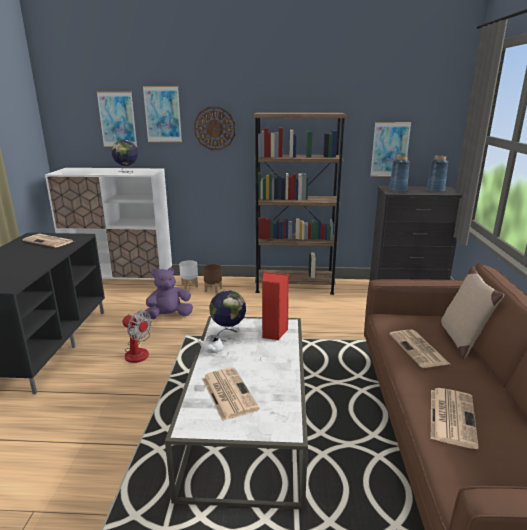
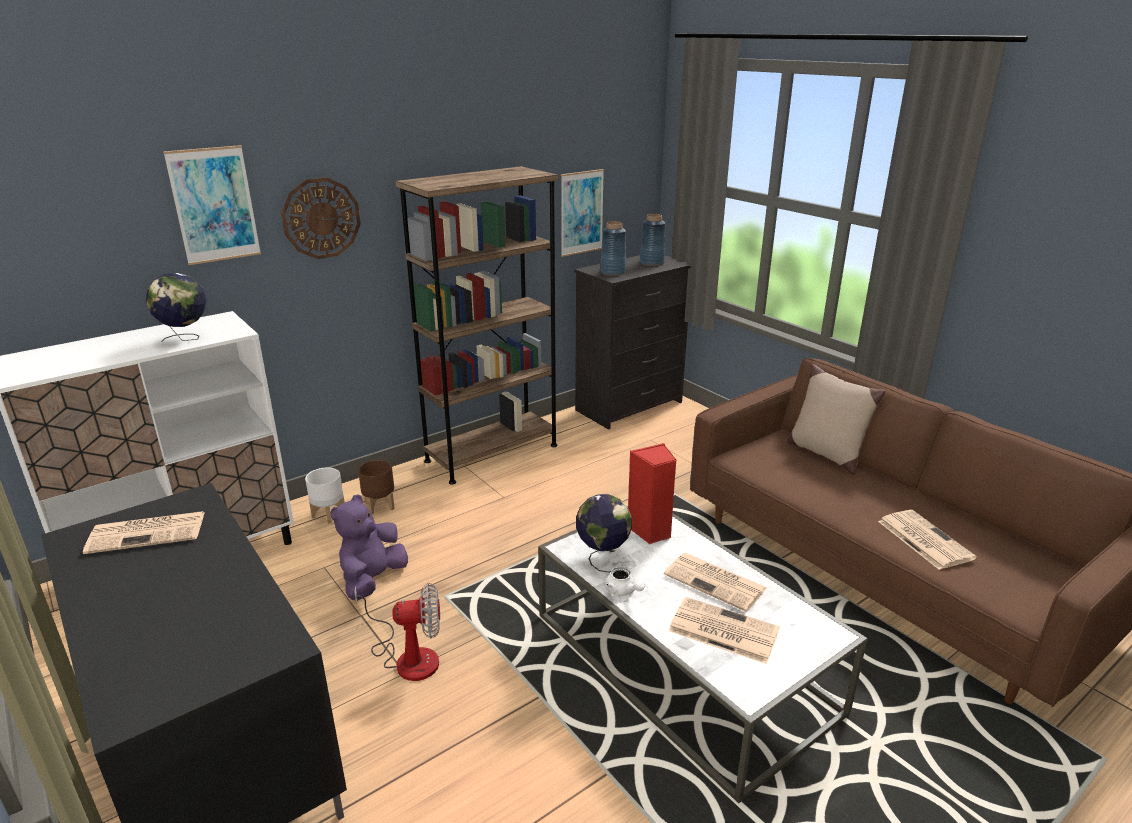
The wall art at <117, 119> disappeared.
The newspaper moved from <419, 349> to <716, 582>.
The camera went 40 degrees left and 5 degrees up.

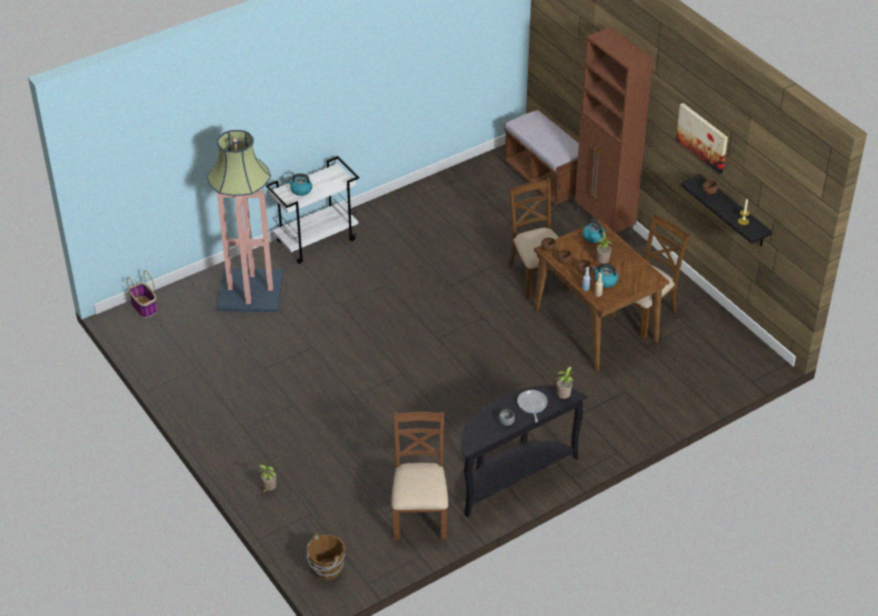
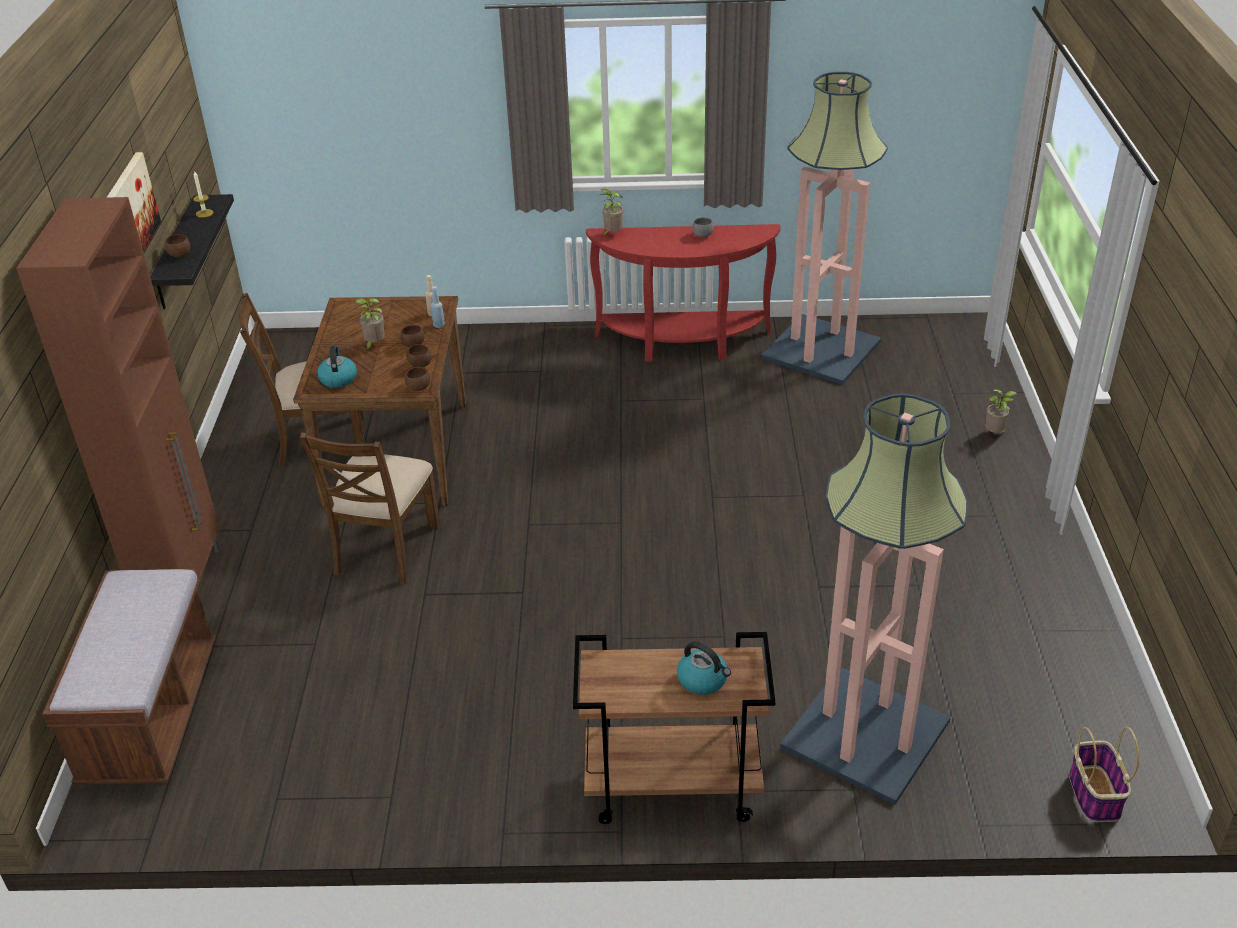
The white-coloured cart at <316, 240> became the brownish cart at <671, 787>.
The brownish water bucket at <326, 569> disappeared.
The brownish plain chair at <420, 514> was replaced by the standing lamp at <820, 350>.
The blackish hall table at <512, 476> became the red-coloured hall table at <683, 345>.
The frying pan at <532, 405> disappeared.
The kettle at <605, 281> disappeared.
The camera went 145 degrees left and 5 degrees down.

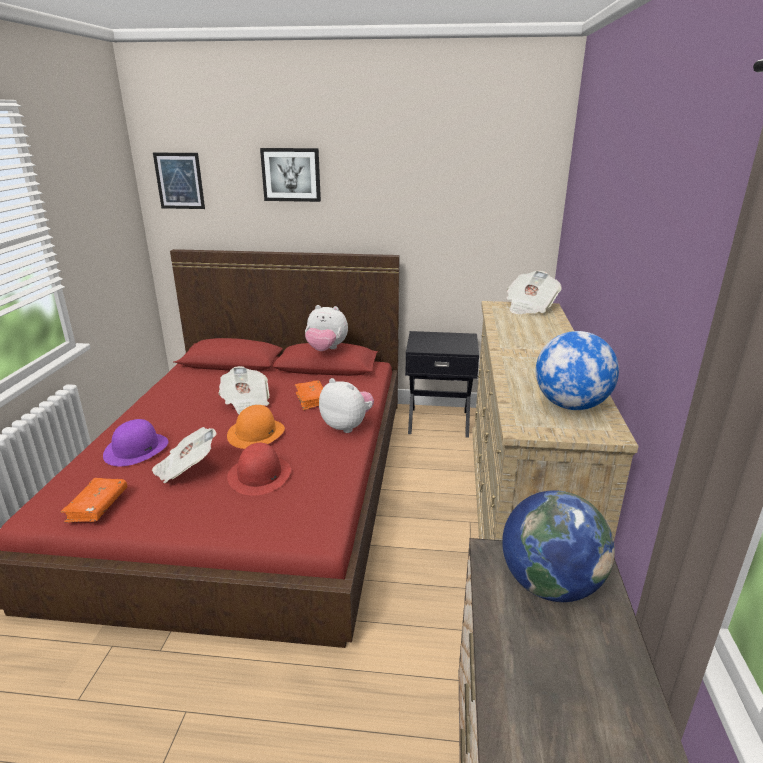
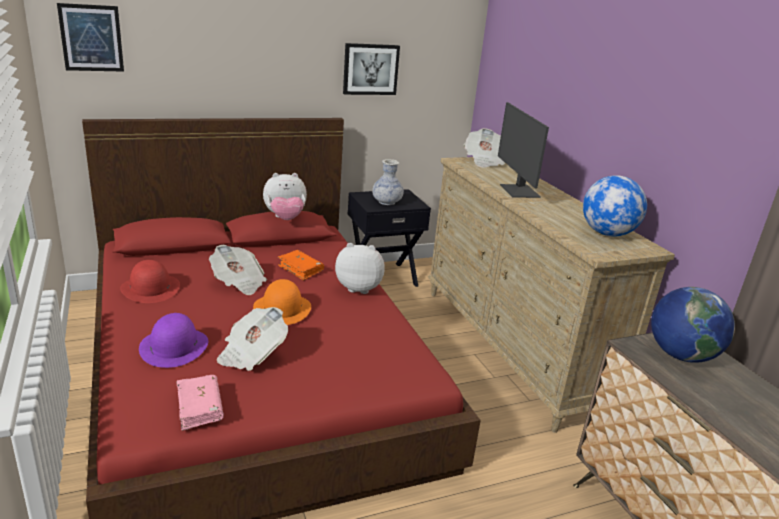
The orange-coloured volume at <97, 506> became the pink volume at <200, 408>.
The red-coloured clothing hat moved from <259, 475> to <150, 288>.
The wall art moved from <291, 174> to <370, 69>.
The decorative vase at <387, 202> appeared.
The computer screen at <518, 191> appeared.
The camera went 30 degrees left and 0 degrees up.

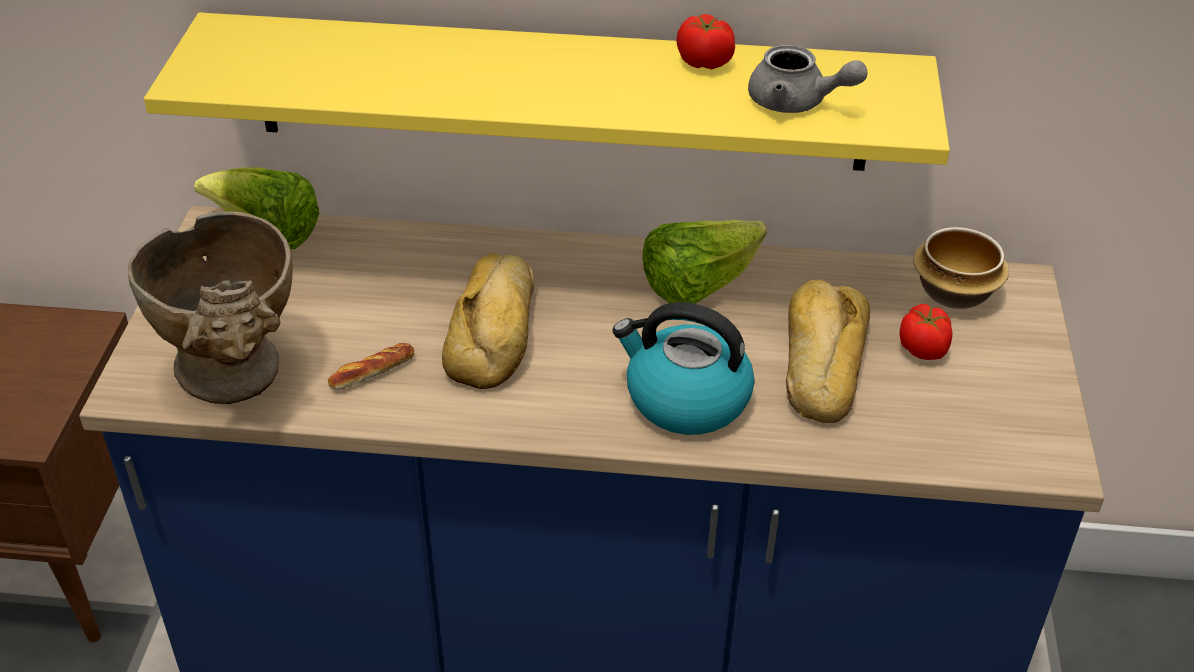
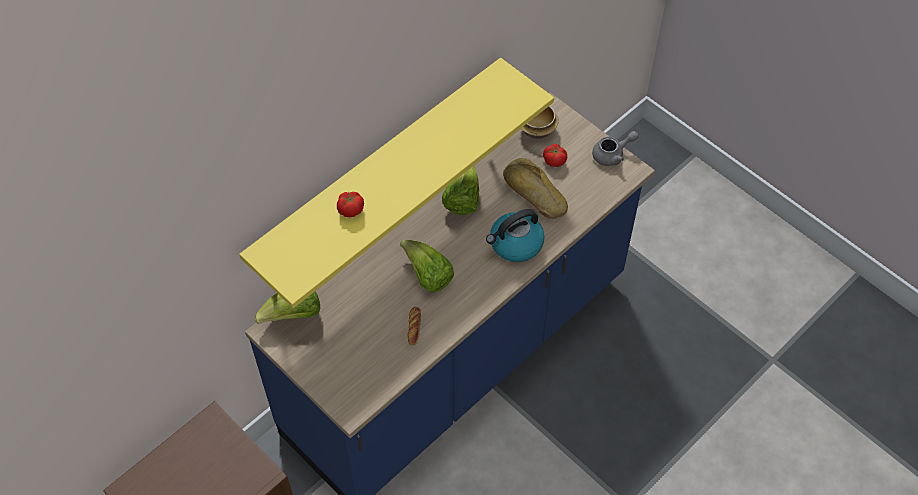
The sand-coloured decorative vase at <238, 379> disappeared.
The bakery bread at <496, 330> was replaced by the lettuce at <427, 275>.
The tomato moved from <704, 62> to <350, 210>.
The gray tea pot moved from <796, 103> to <612, 155>.
The camera went 50 degrees left and 15 degrees up.

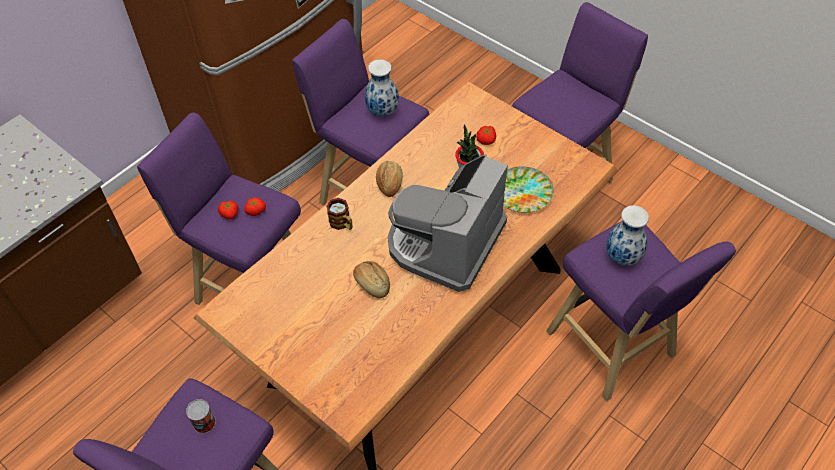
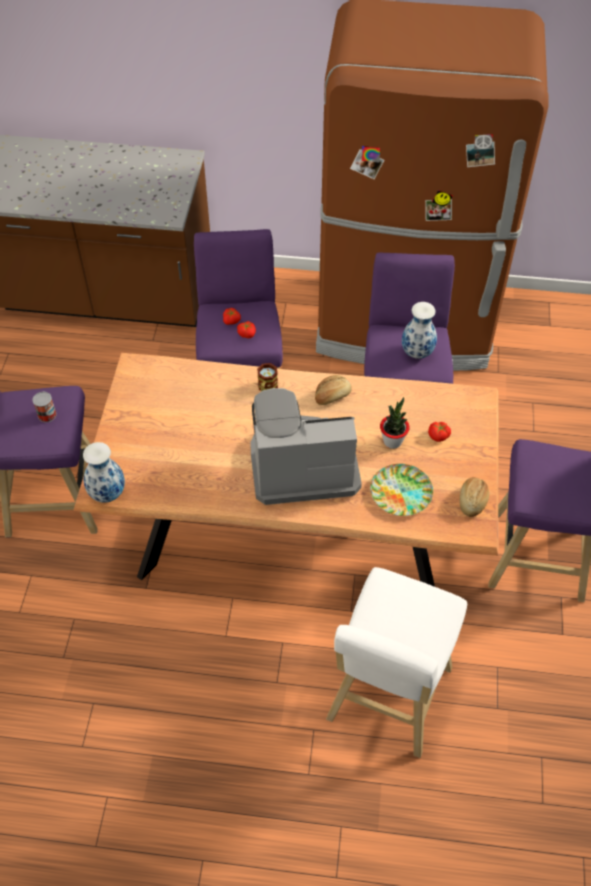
The bakery bread moved from <372, 284> to <472, 501>.
The purple-coloured stool seat at <613, 348> became the white-coloured stool seat at <387, 699>.
The decorative vase moved from <623, 257> to <108, 494>.
The camera went 55 degrees right and 0 degrees up.

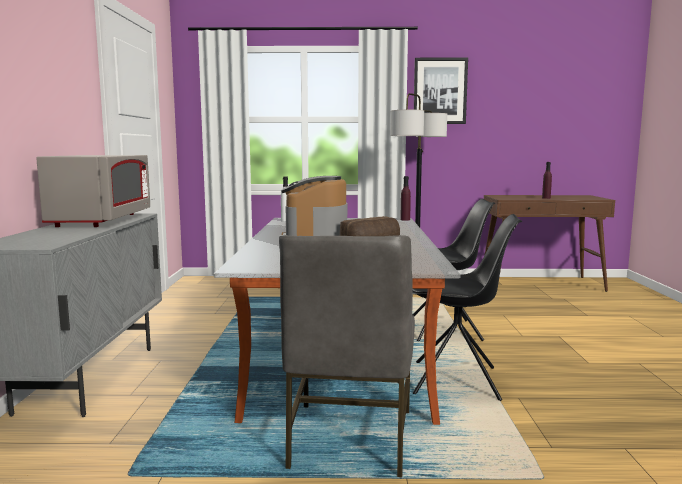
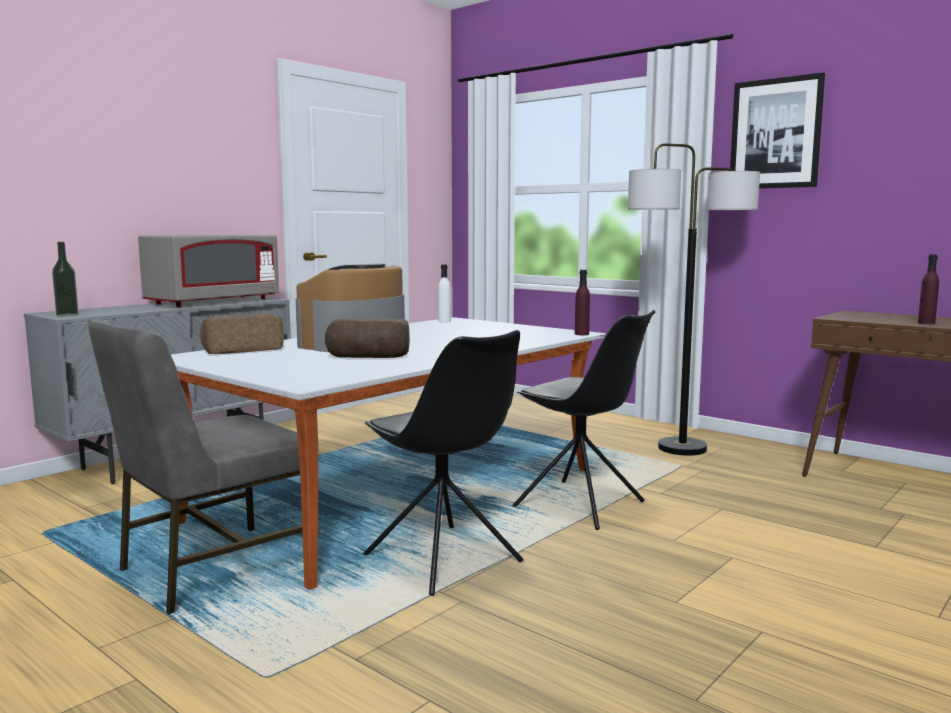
The drink bottle at <67, 315> appeared.
The bakery bread at <242, 350> appeared.
The camera went 40 degrees right and 0 degrees up.

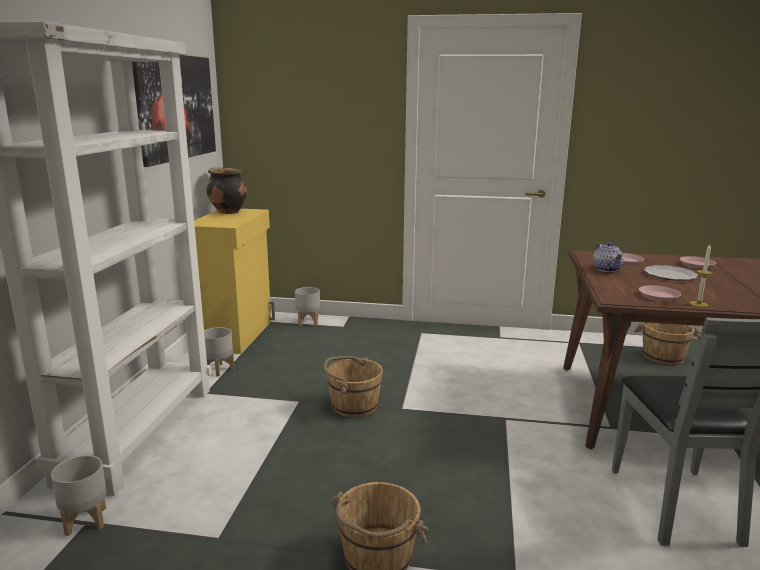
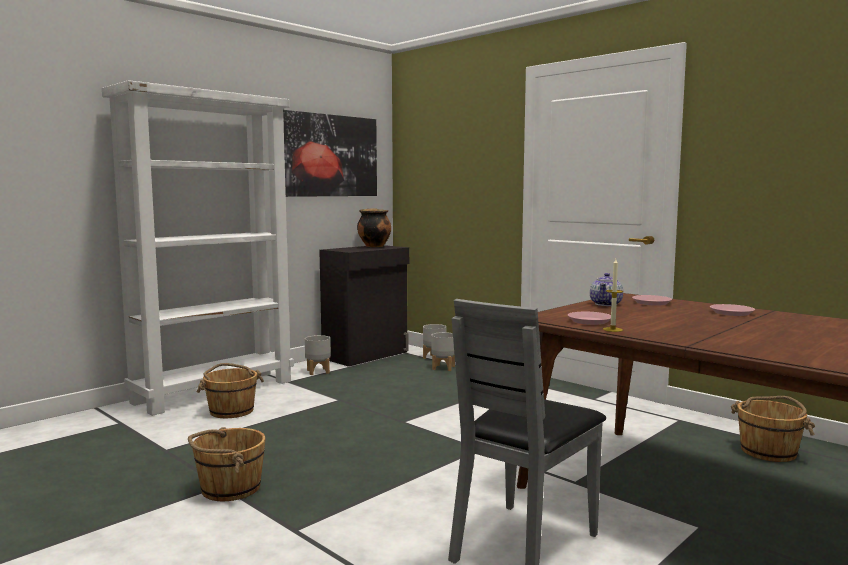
The gray planter moved from <85, 521> to <443, 368>.
The yellow cupboard at <237, 334> became the blackish cupboard at <367, 355>.
The brownish water bucket moved from <353, 405> to <231, 411>.
The plate at <670, 275> disappeared.
The camera went 35 degrees right and 10 degrees down.

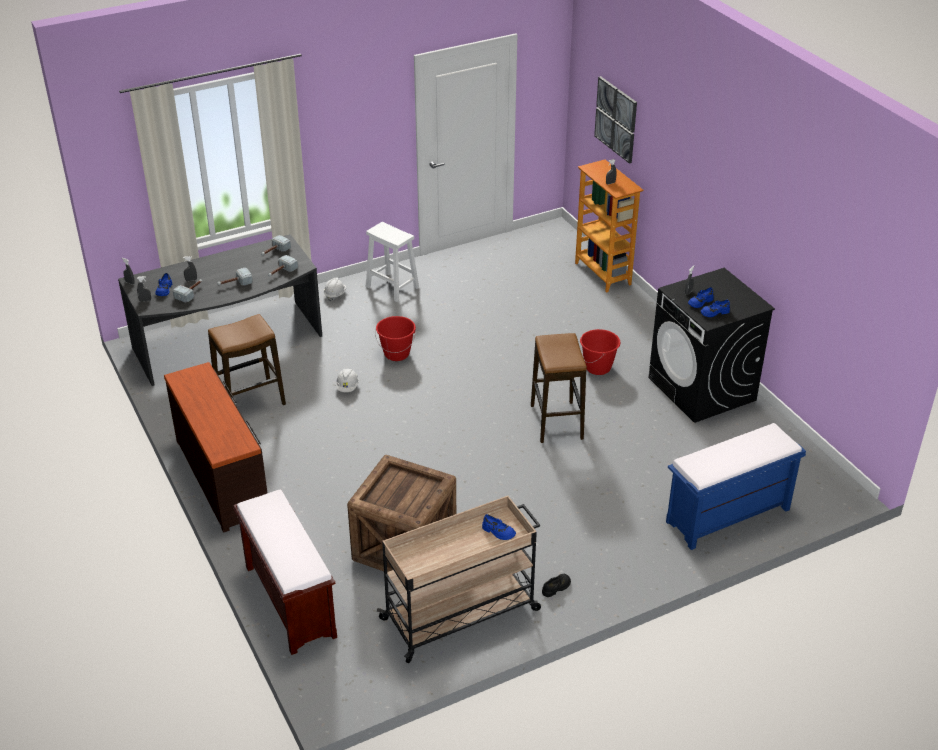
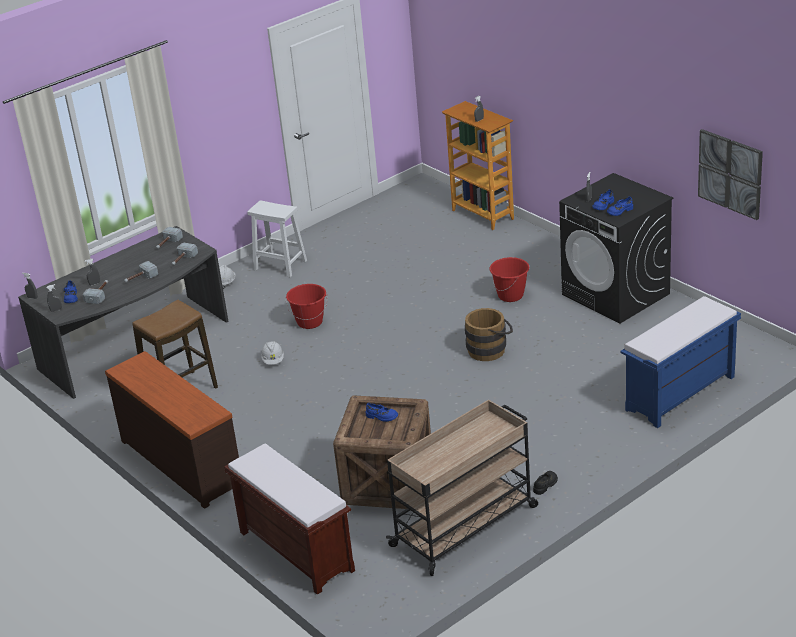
The bluish item of footwear moved from <498, 532> to <381, 416>.
The stool seat at <556, 422> was replaced by the brownish water bucket at <490, 349>.
The wall art moved from <616, 119> to <730, 173>.
The camera went 10 degrees left and 5 degrees down.

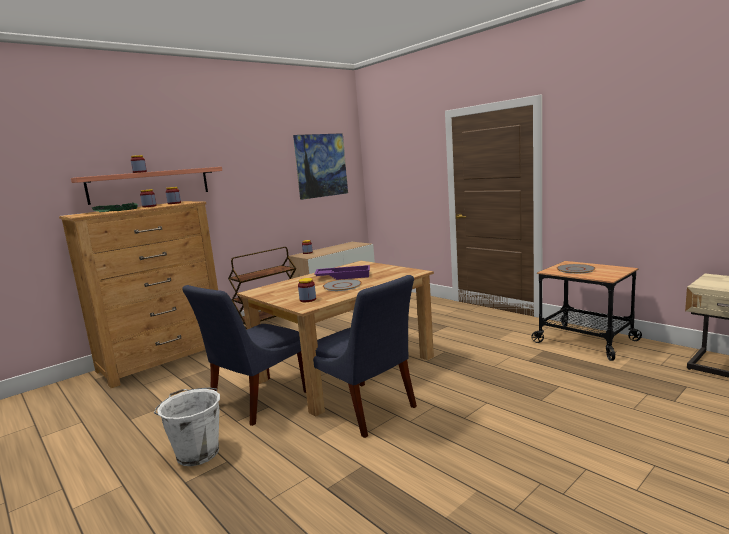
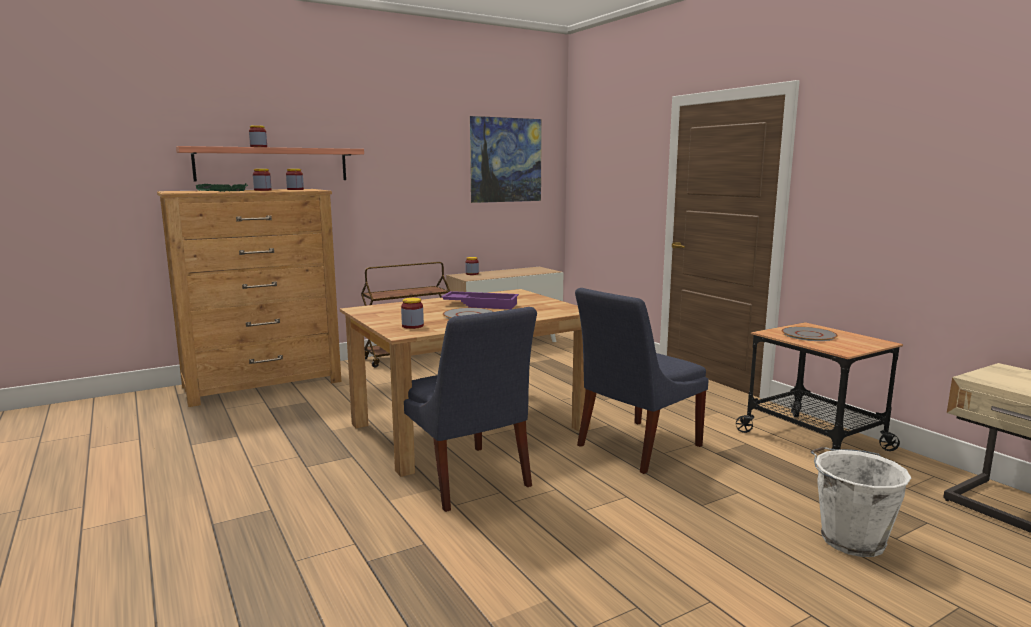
The white-coloured water bucket moved from <197, 453> to <850, 539>.
The bluish plain chair moved from <256, 401> to <635, 447>.
The camera went 10 degrees right and 0 degrees up.

